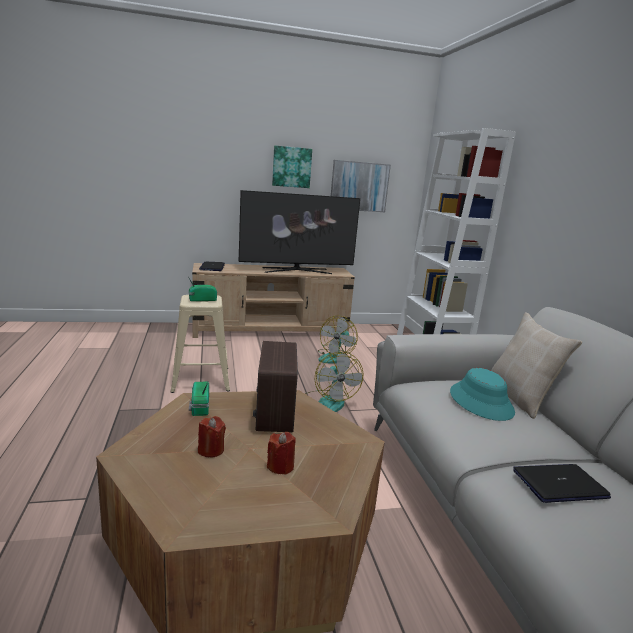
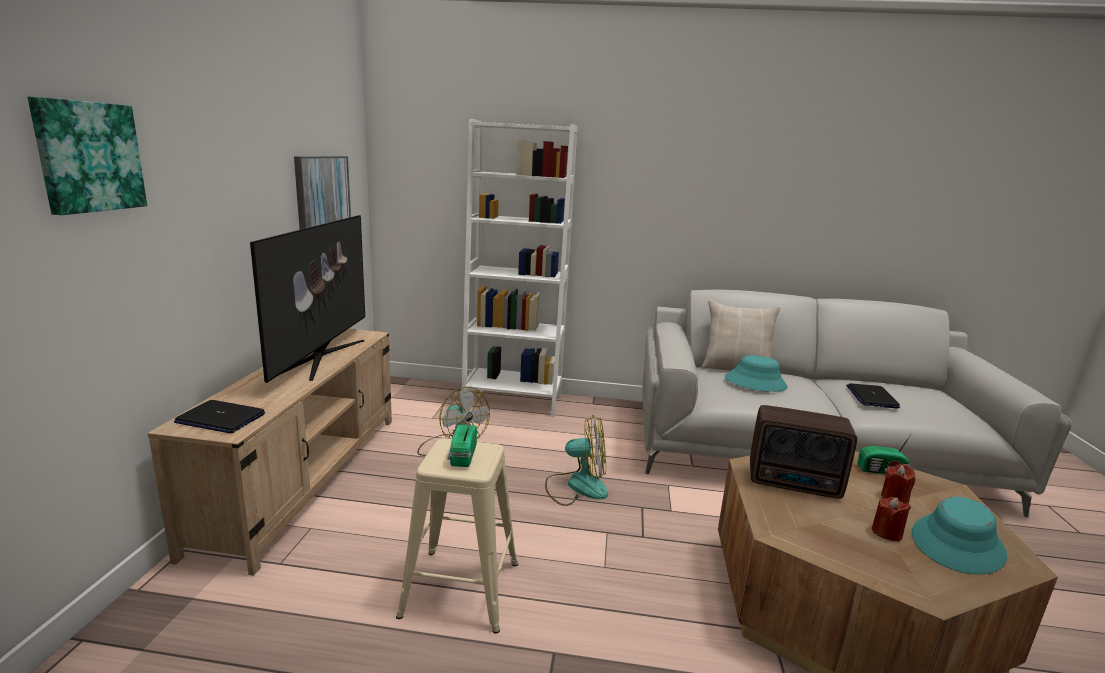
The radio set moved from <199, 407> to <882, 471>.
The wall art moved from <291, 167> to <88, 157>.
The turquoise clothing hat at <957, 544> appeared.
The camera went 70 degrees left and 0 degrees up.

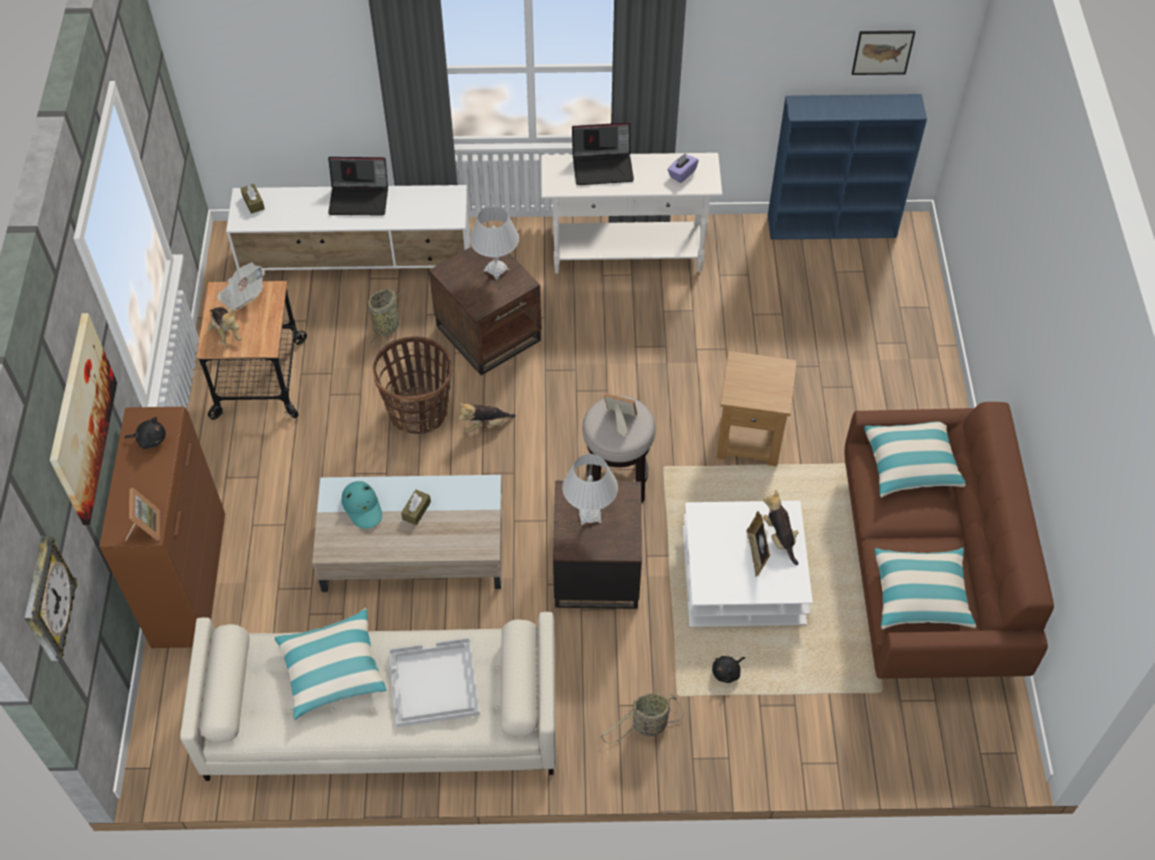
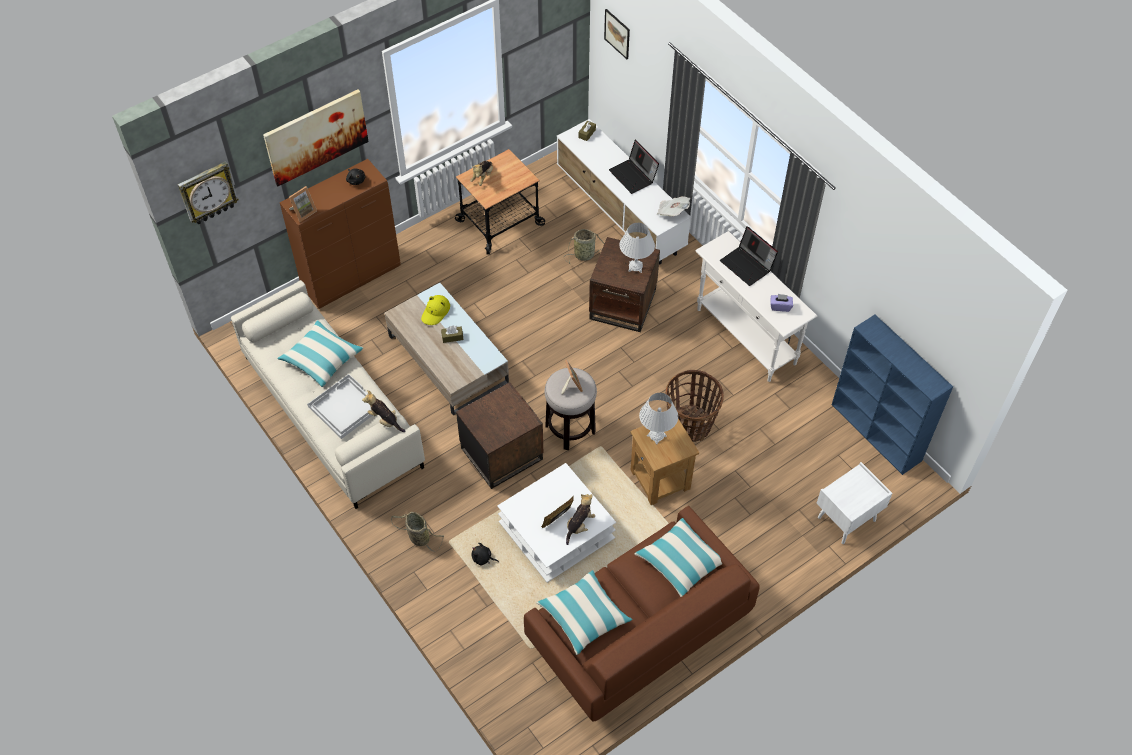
The newspaper moved from <243, 295> to <672, 212>.
The turquoise clothing hat at <362, 507> became the yellow clothing hat at <435, 312>.
The storage basket moved from <418, 412> to <690, 425>.
The soft toy moved from <485, 425> to <385, 420>.
The white-coloured tabletop lamp moved from <589, 515> to <656, 436>.
The wall art moved from <882, 52> to <617, 33>.
The white-coloured bedside table at <846, 520> appeared.
The camera went 55 degrees right and 0 degrees up.

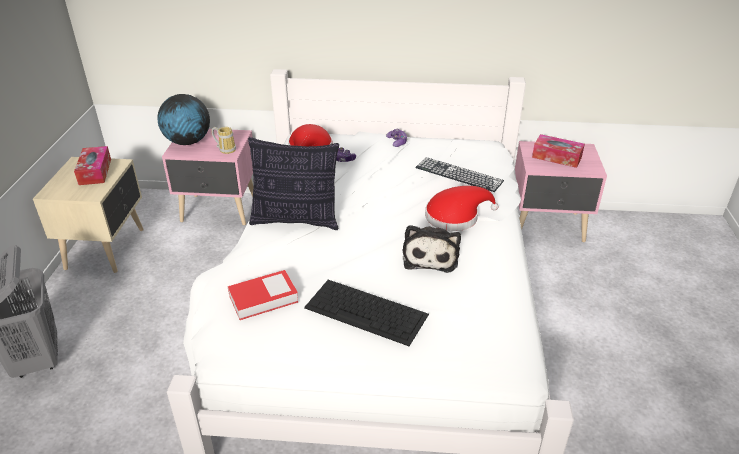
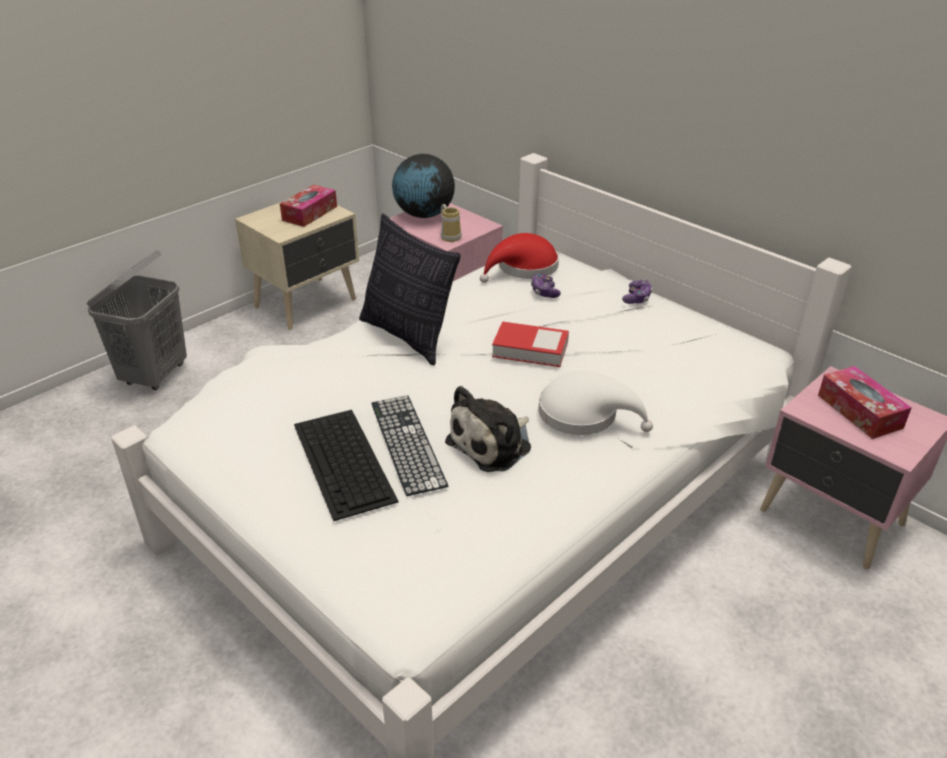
The volume moved from <263, 298> to <530, 349>.
The computer keyboard moved from <458, 174> to <407, 443>.
The red-coloured clothing hat at <455, 216> became the white-coloured clothing hat at <584, 414>.
The camera went 40 degrees right and 0 degrees up.

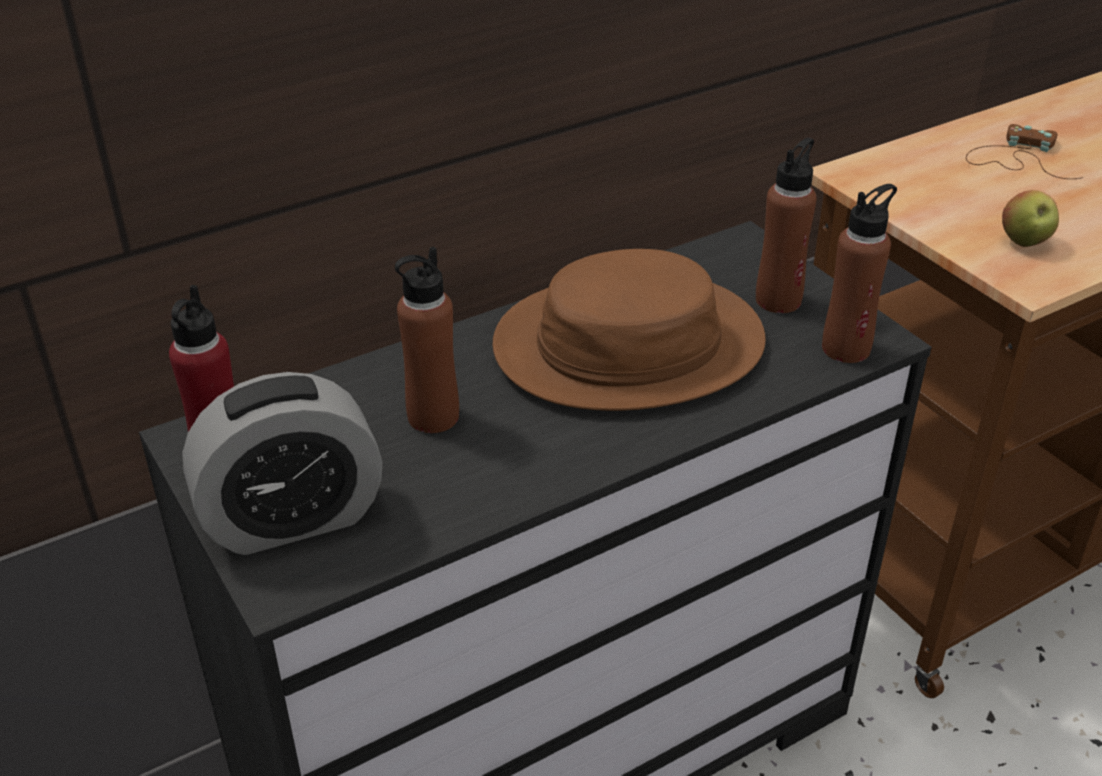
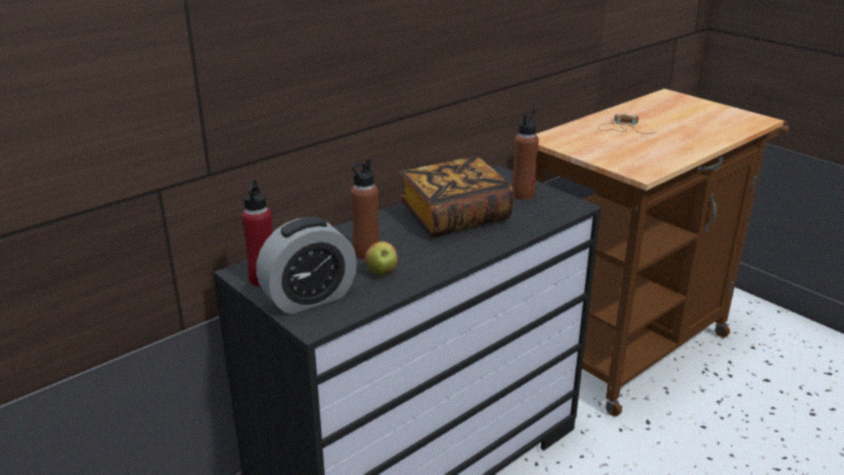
The brownish clothing hat at <628, 344> was replaced by the volume at <455, 217>.
The brownish drink bottle at <846, 348> disappeared.
The whole apple moved from <1024, 242> to <382, 272>.
The camera went 10 degrees left and 10 degrees down.

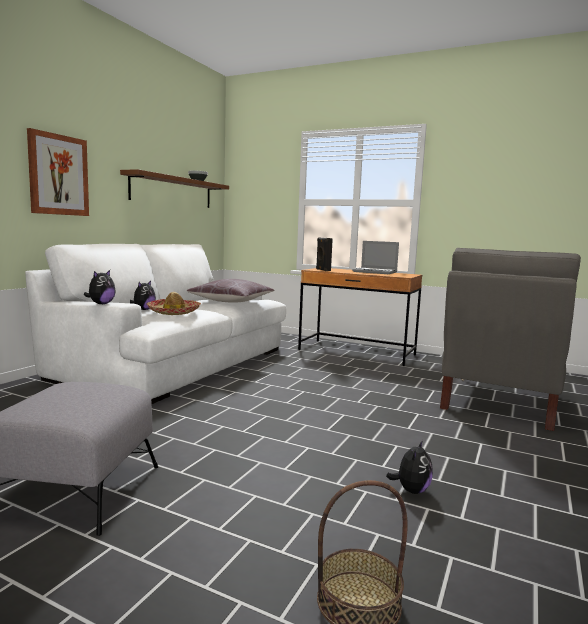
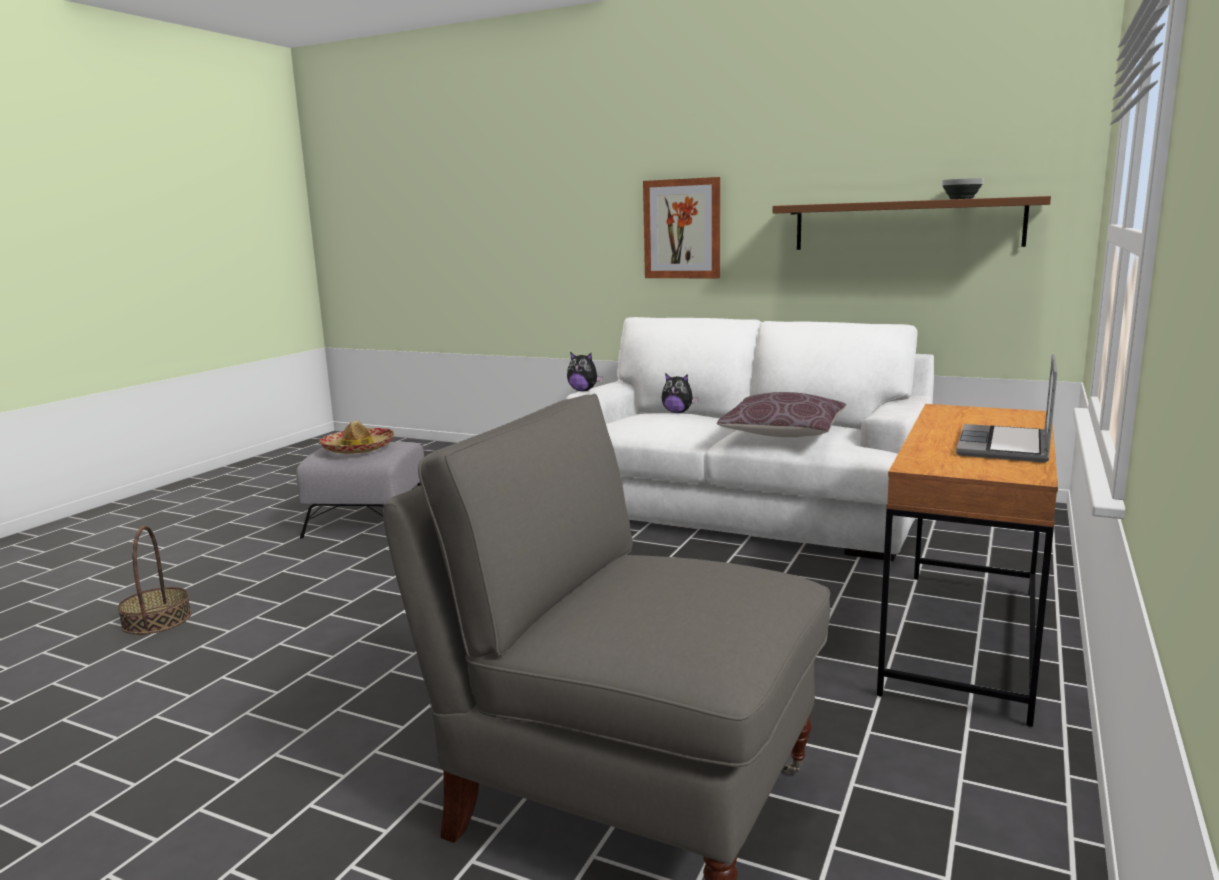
The clothing hat moved from <174, 312> to <358, 448>.
The blackish audio speaker at <322, 270> disappeared.
The soft toy at <411, 490> disappeared.
The camera went 90 degrees right and 5 degrees up.

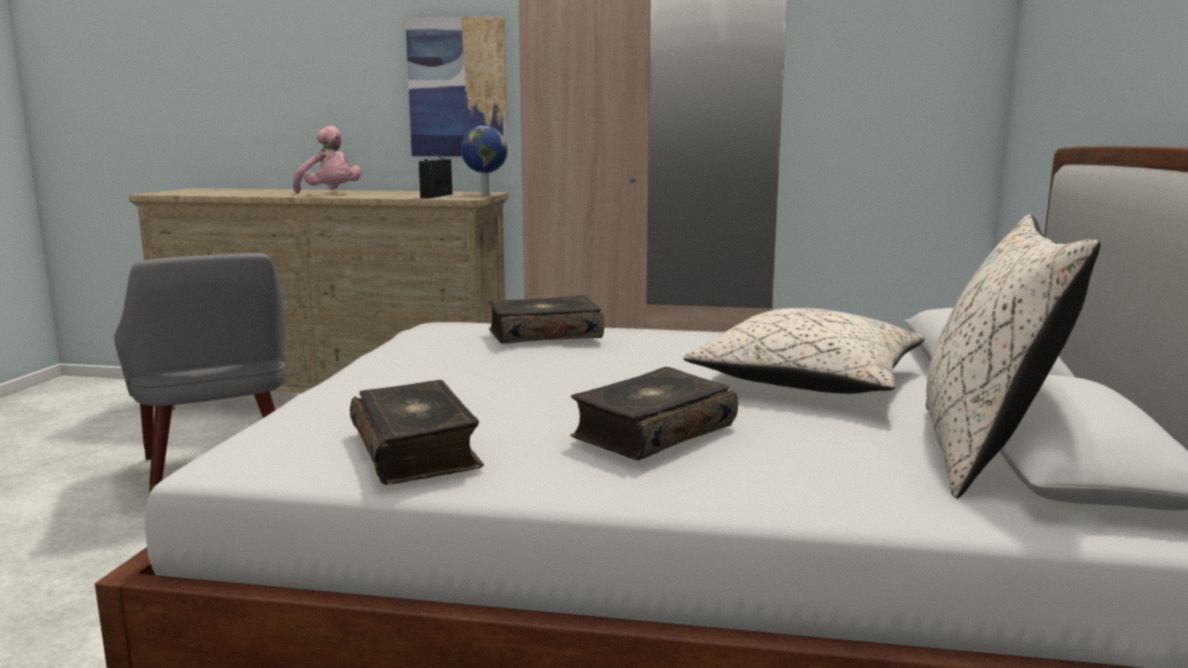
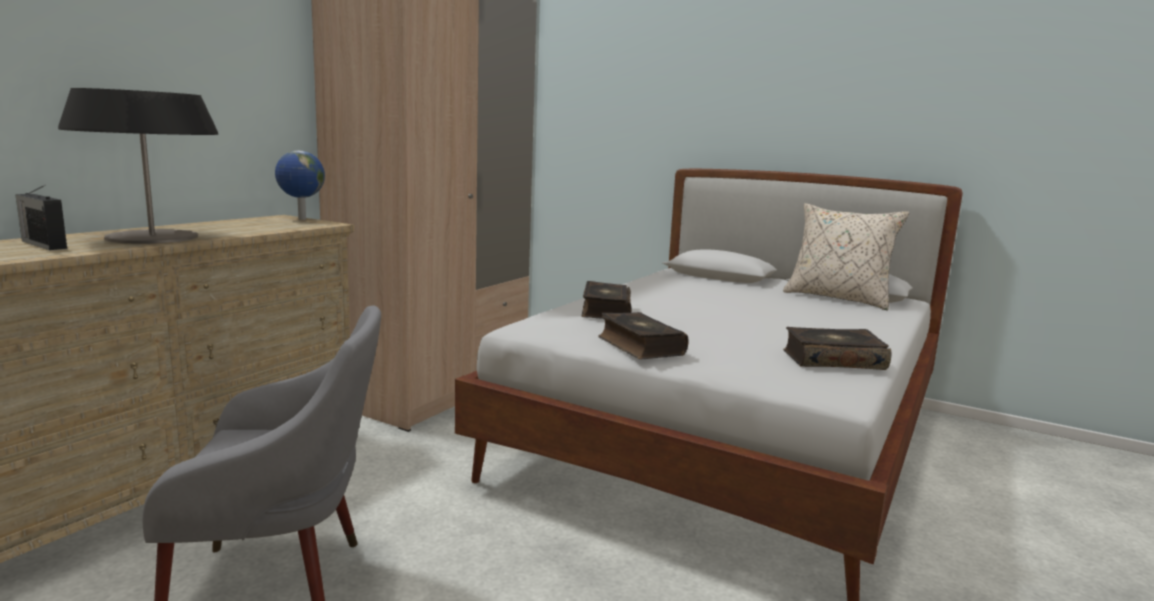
The pink soft toy at <330, 194> was replaced by the tabletop lamp at <152, 237>.
The wall art at <457, 88> disappeared.
The radio set moved from <437, 196> to <43, 244>.
The volume moved from <652, 432> to <639, 346>.
The sand-coloured cushion at <809, 381> disappeared.
The camera went 70 degrees left and 0 degrees up.

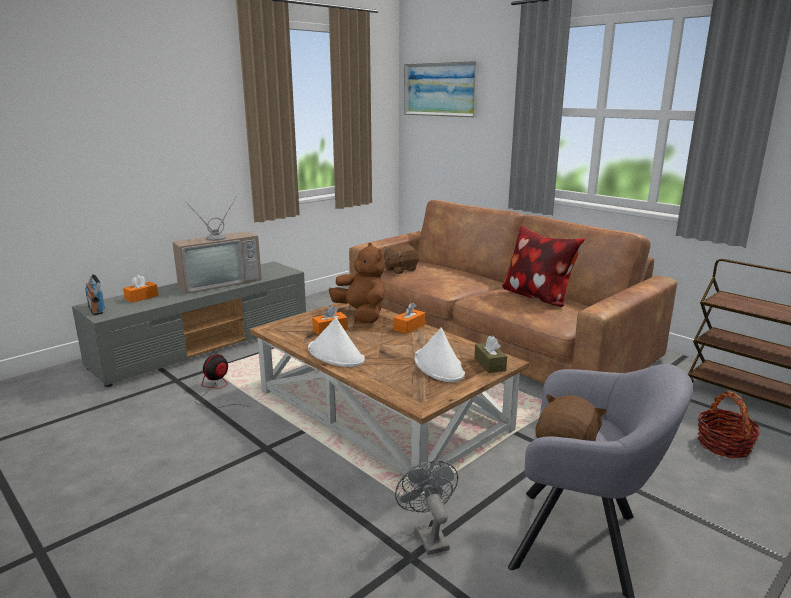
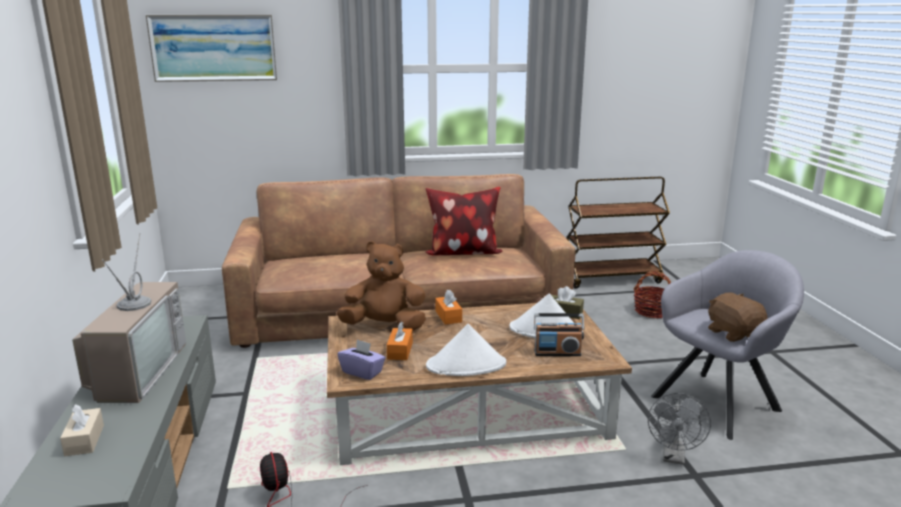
The radio set moved from <96, 309> to <557, 353>.
The orange-coloured box of tissues at <141, 297> became the sand-coloured box of tissues at <84, 440>.
The brownish soft toy at <400, 270> disappeared.
The gray cooling fan at <428, 535> turned 90 degrees counterclockwise.
The purple-coloured box of tissues at <362, 372> appeared.
The camera went 55 degrees left and 0 degrees up.

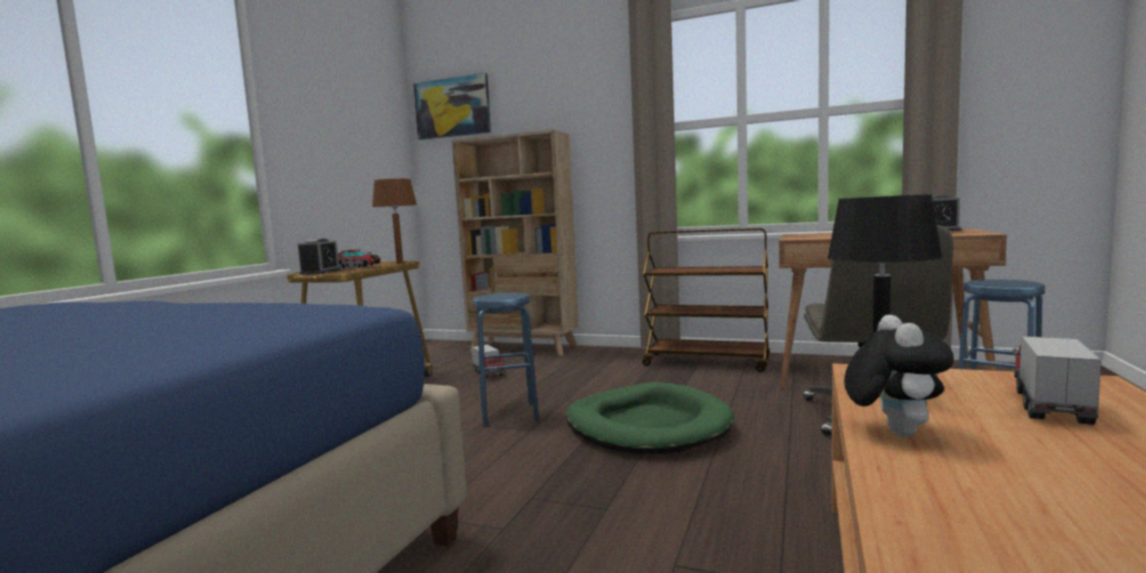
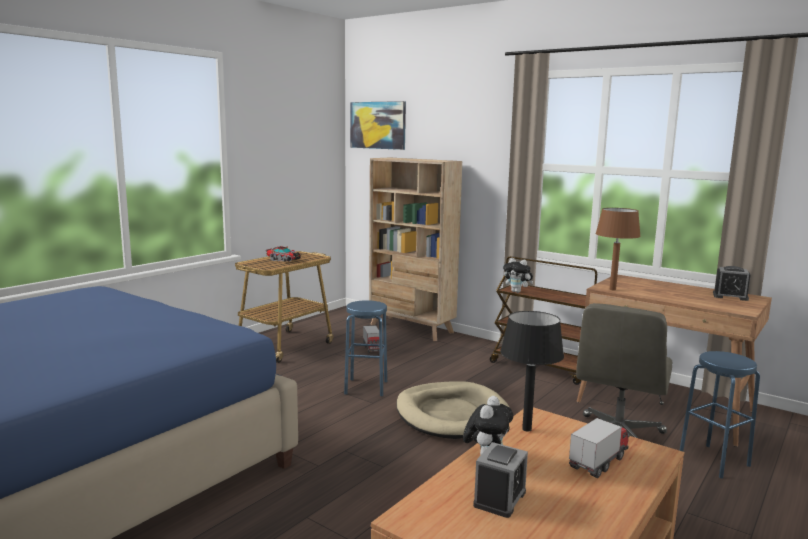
The alarm clock moved from <320, 272> to <499, 499>.
The brownish tabletop lamp moved from <399, 262> to <612, 289>.
The green dog bed at <647, 426> became the sand-coloured dog bed at <452, 415>.
The soft toy at <517, 292> appeared.
The camera went 15 degrees right and 5 degrees up.

